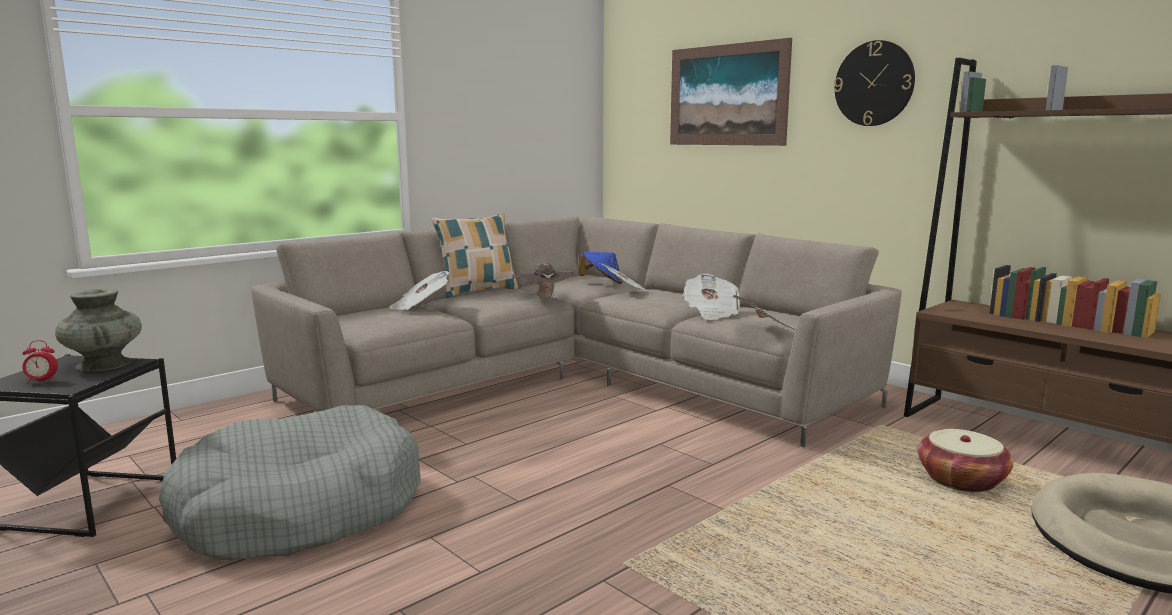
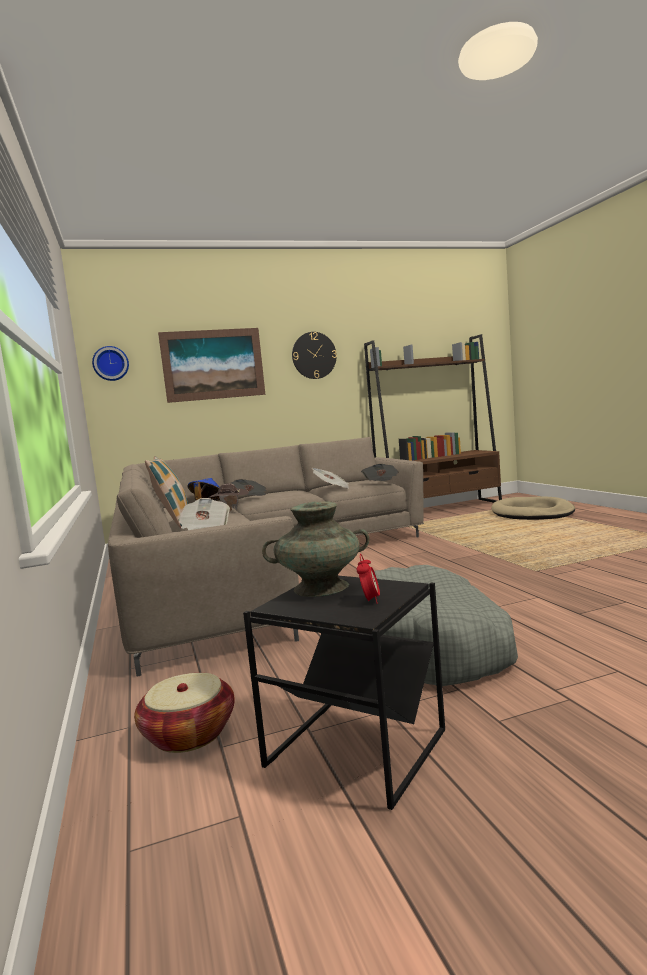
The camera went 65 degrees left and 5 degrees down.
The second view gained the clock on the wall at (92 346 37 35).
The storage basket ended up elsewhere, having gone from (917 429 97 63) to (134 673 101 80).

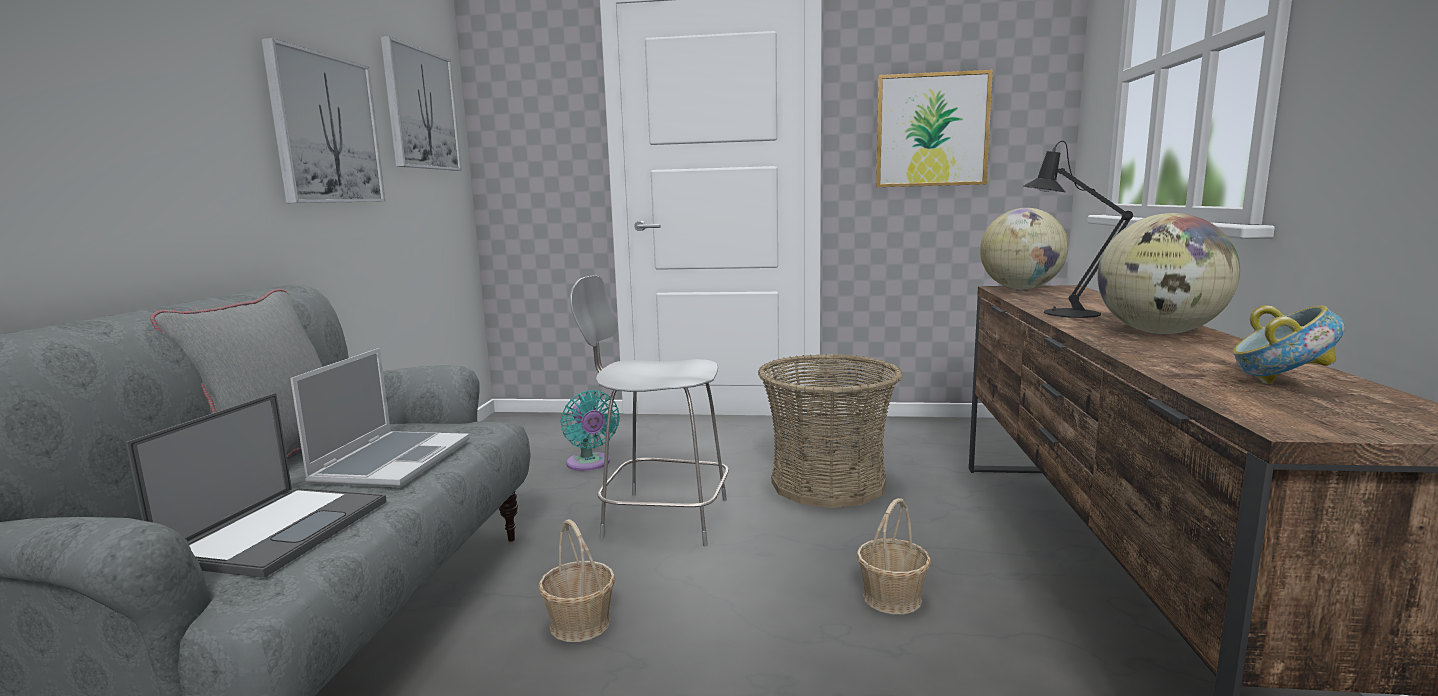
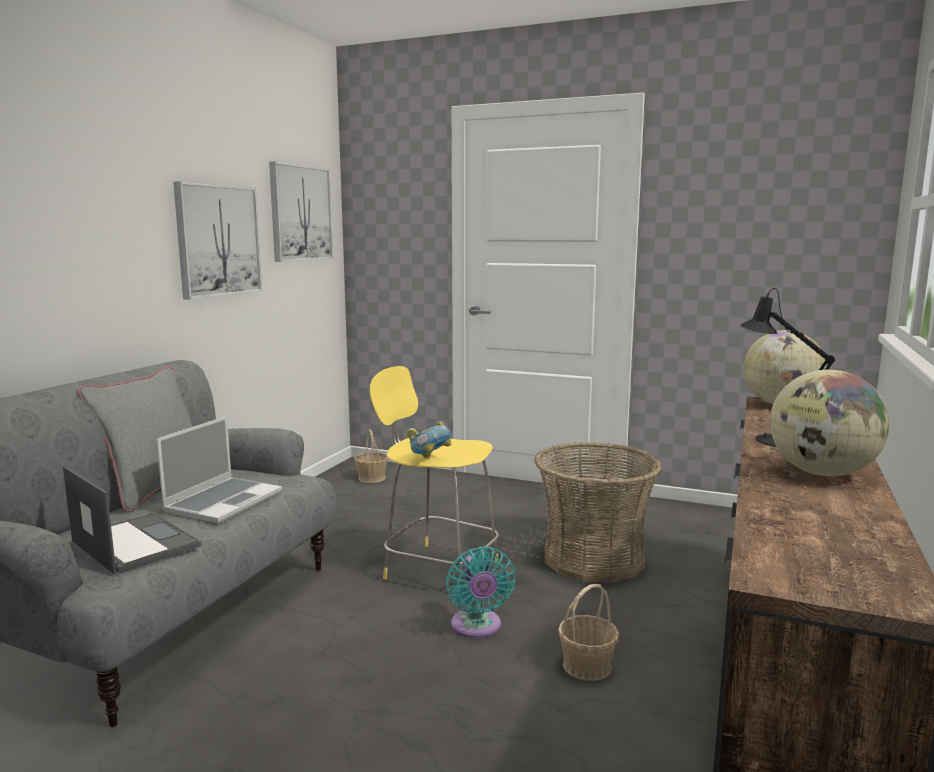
The camera went 15 degrees right and 0 degrees up.
The laptop at (125 393 262 185) ended up facing another way, 75 degrees counterclockwise from before.
The storage basket ended up elsewhere, having gone from (539 519 76 123) to (354 430 34 53).
What was the gray stool seat at (570 276 159 270) turned into the yellow-coloured stool seat at (369 366 130 217).
The deep dish ended up elsewhere, having gone from (1233 305 112 79) to (407 422 44 36).
The blue-green fan ended up elsewhere, having gone from (560 390 60 81) to (446 546 70 92).
The second view lost the picture at (876 70 117 117).

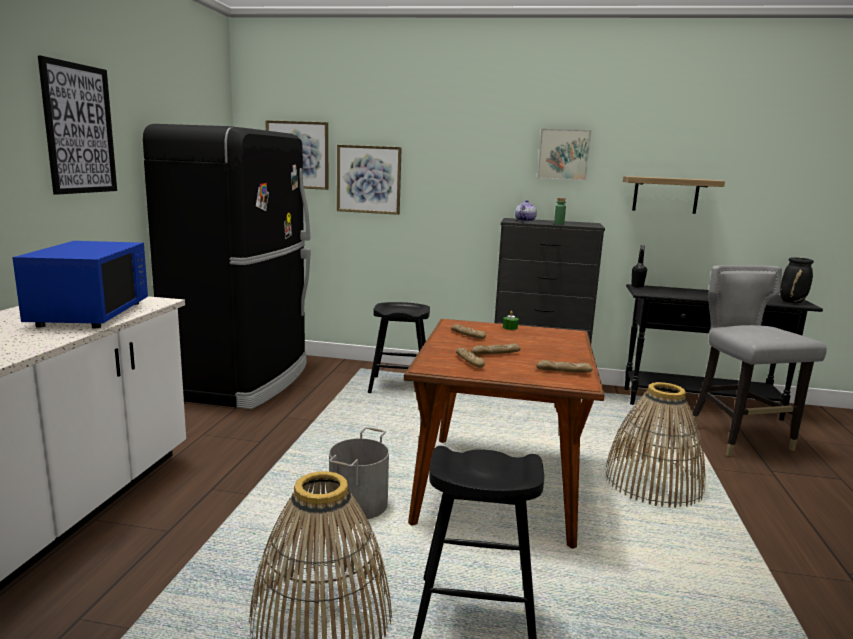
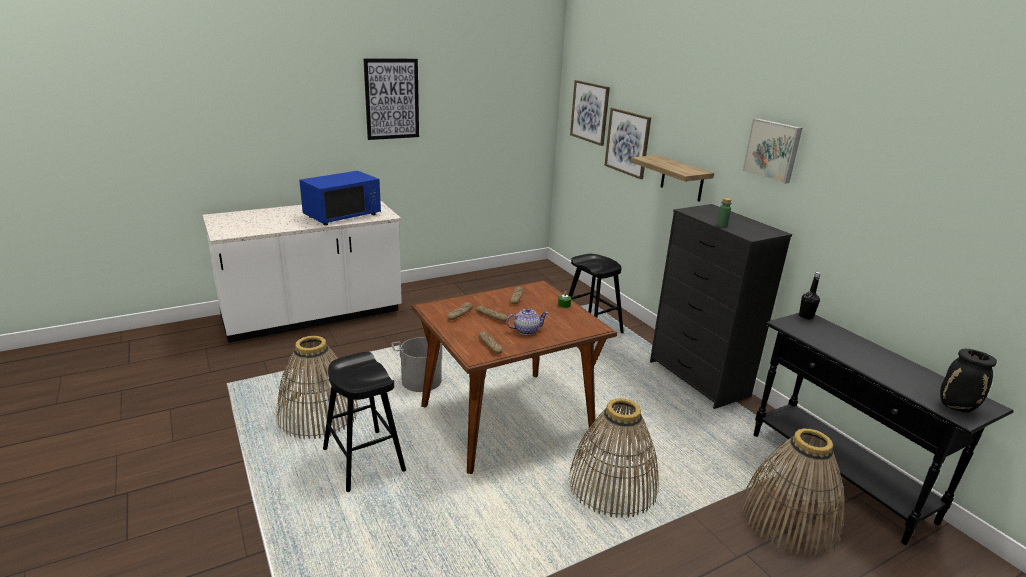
The camera went 50 degrees right and 10 degrees up.
The pot for tea ended up elsewhere, having gone from (515 200 22 22) to (506 308 42 27).
The bracket shelf ended up elsewhere, having gone from (623 176 102 38) to (631 155 83 47).
Where the gray plain chair stood at (688 265 139 191), the storage basket came to stand at (741 428 104 128).
The second view lost the black refrigerator at (143 124 168 285).

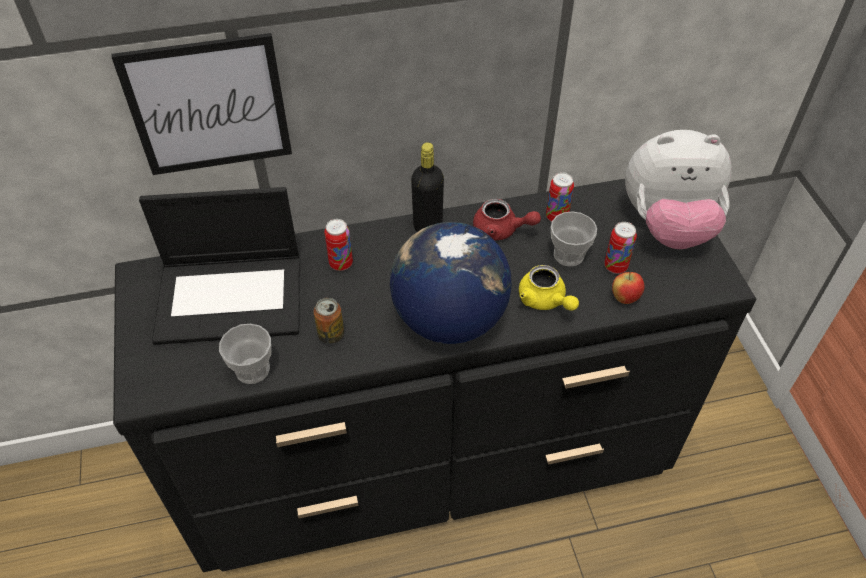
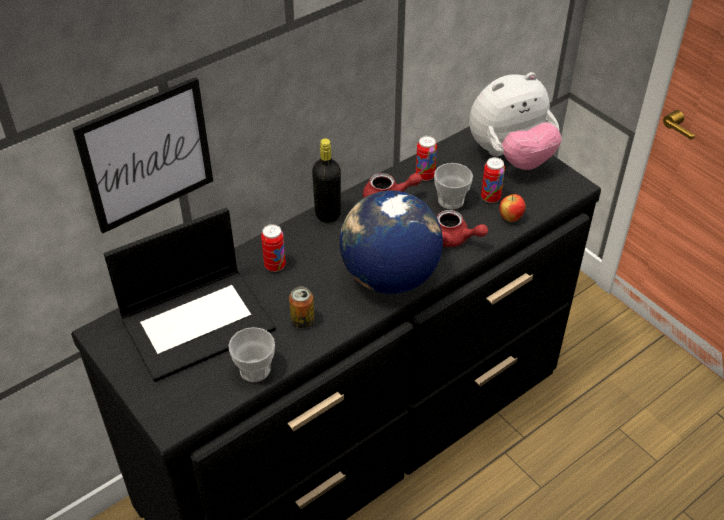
The camera went 25 degrees left and 5 degrees down.
What was the yellow-coloured pot for tea at (519 265 60 46) turned into the reddish pot for tea at (437 210 51 37).

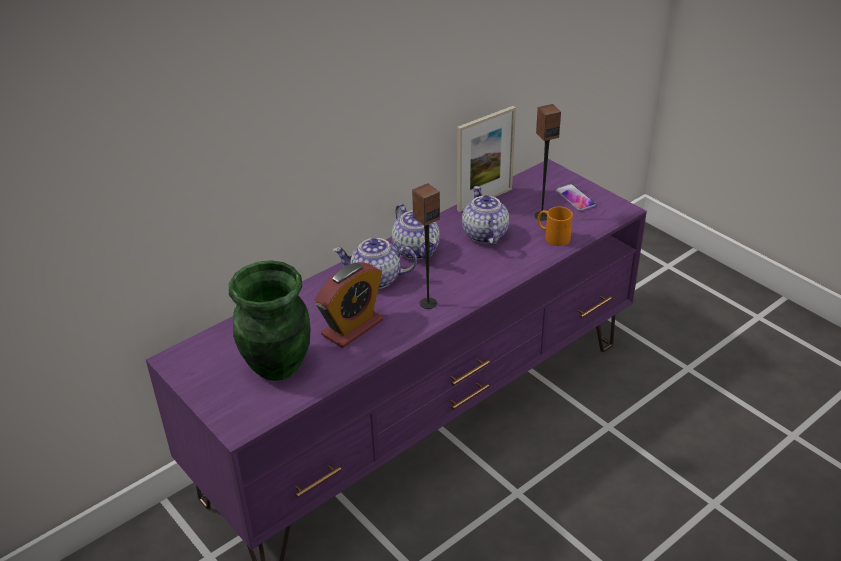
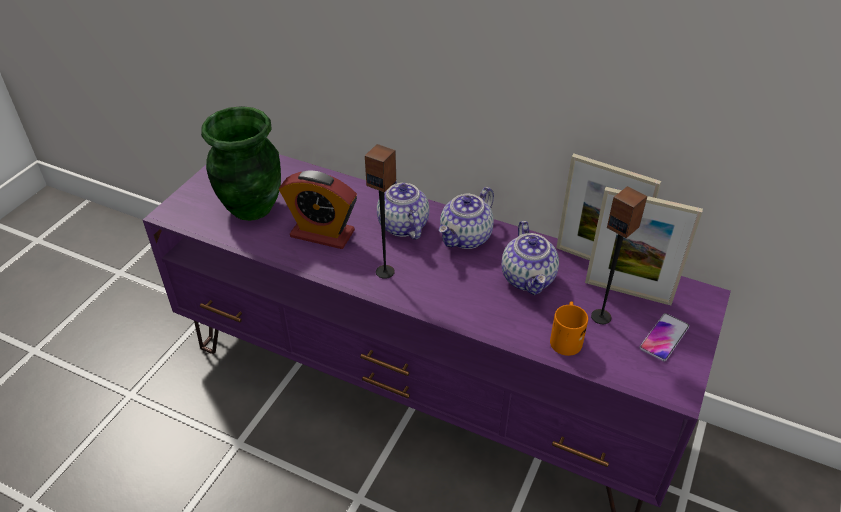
The camera went 65 degrees right and 5 degrees up.
The pot for tea at (462 186 47 59) ended up facing another way, 120 degrees clockwise from before.
The second view gained the standing frame at (585 187 118 118).

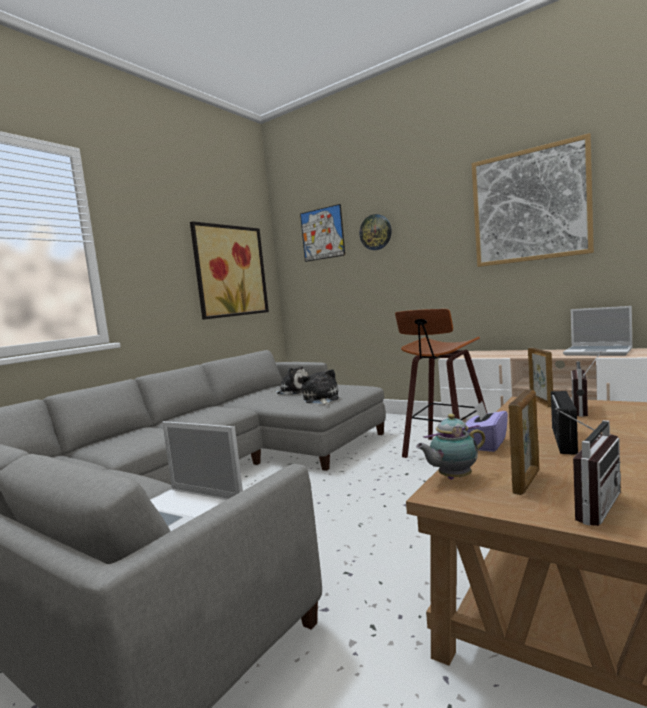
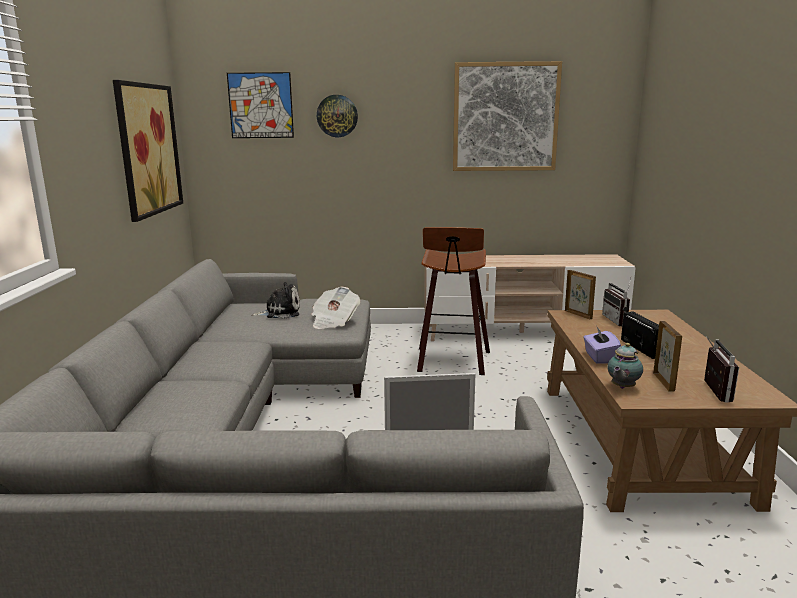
The camera went 35 degrees left and 10 degrees up.
Where the plush toy stood at (301 369 38 36), the daily paper came to stand at (311 287 49 42).
The second view lost the laptop at (563 306 70 50).

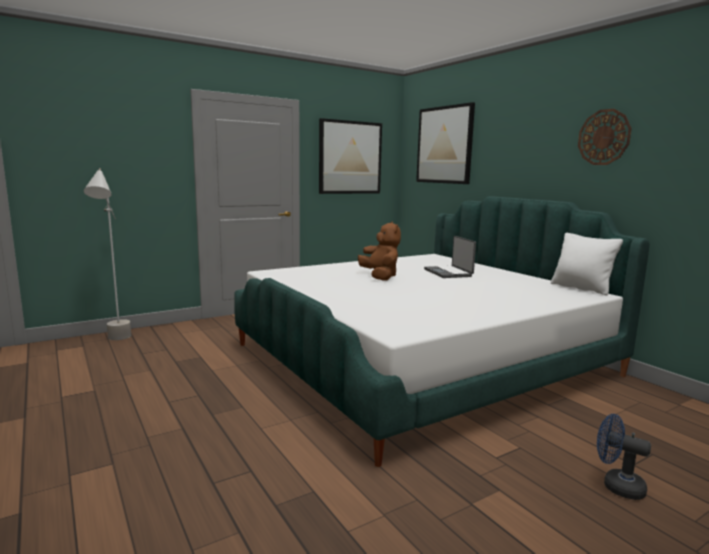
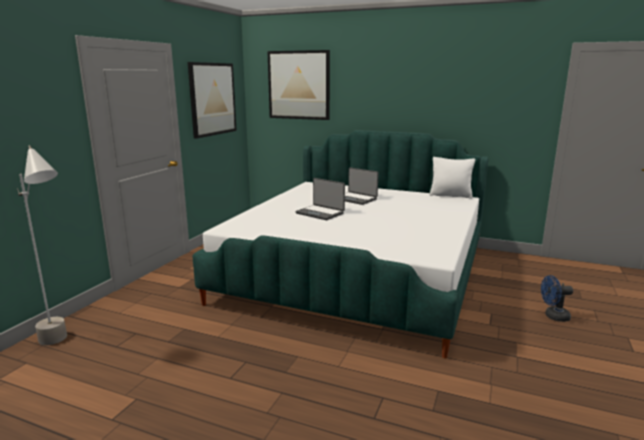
The camera went 35 degrees left and 5 degrees up.
Where the brown-coloured plush toy stood at (358 221 43 60), the laptop came to stand at (296 178 49 42).
The second view lost the clock on the wall at (578 109 54 56).

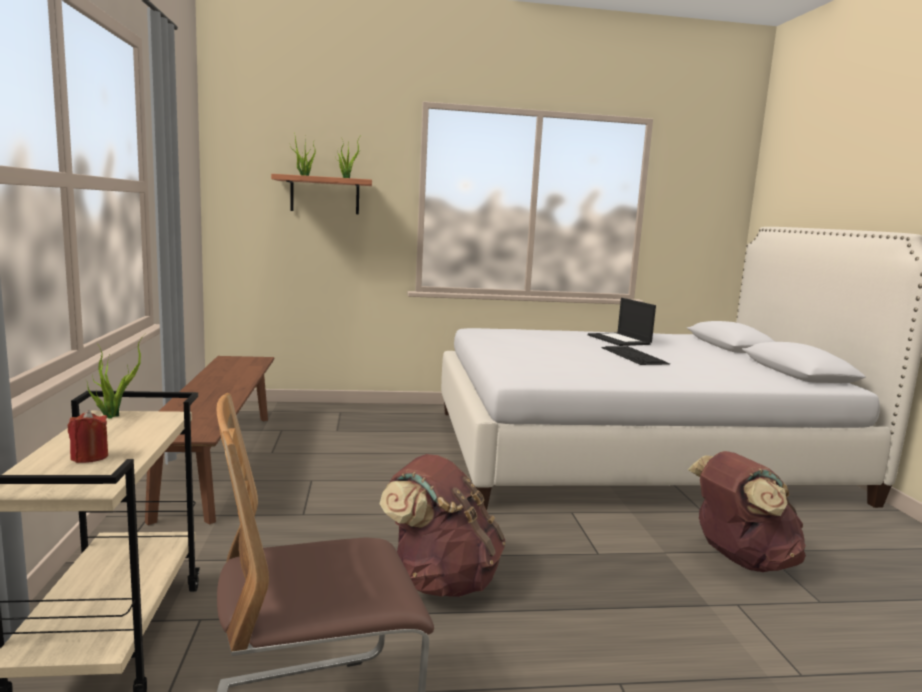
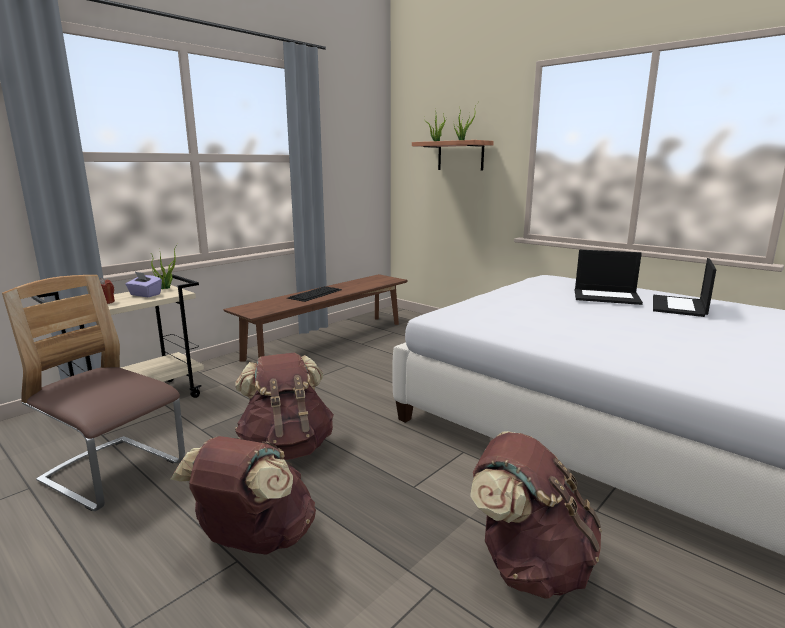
The camera went 50 degrees right and 5 degrees up.
The second view gained the purplish tissue holder at (125 272 37 25).
The second view gained the brown-coloured backpack at (171 436 145 119).
The PC keyboard ended up elsewhere, having gone from (601 346 69 19) to (287 286 55 16).
The second view gained the laptop at (575 250 68 55).

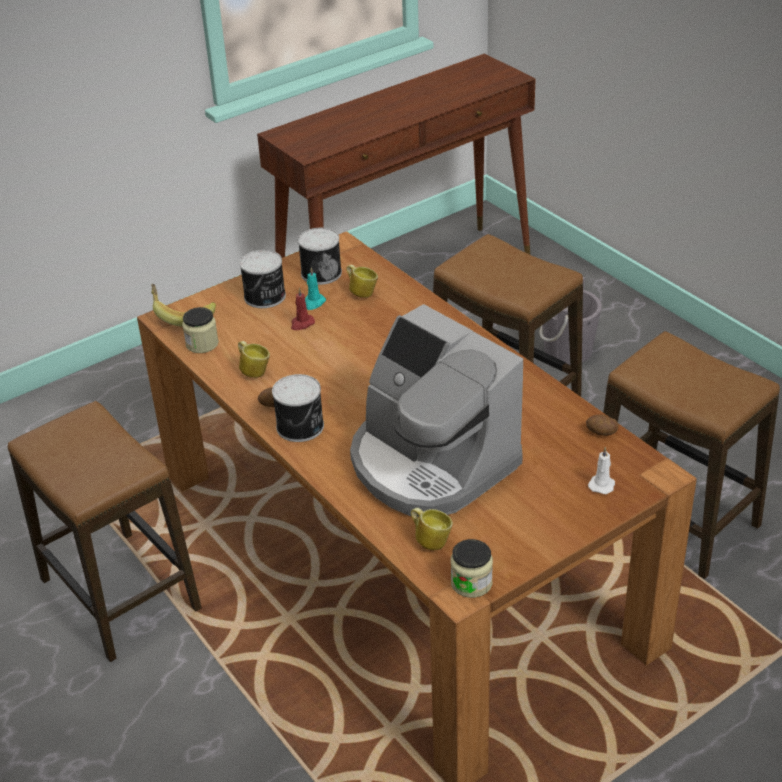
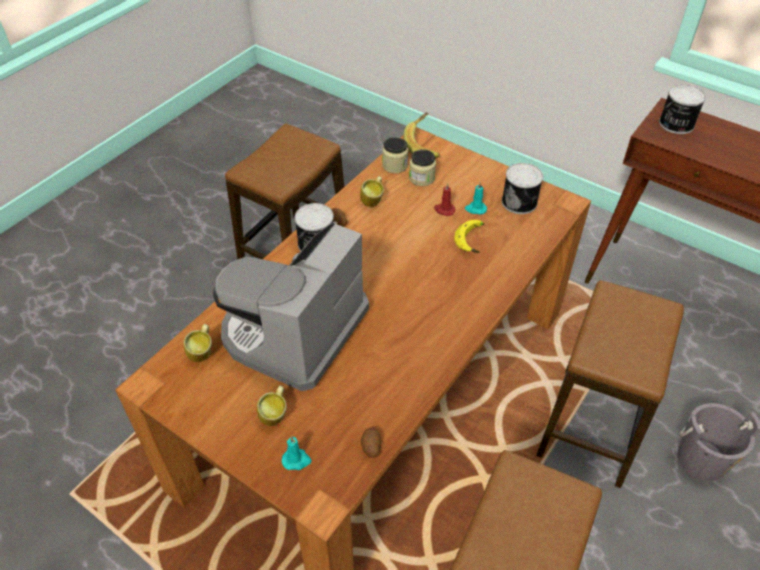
The camera went 70 degrees right and 10 degrees up.
The coffee mug ended up elsewhere, having gone from (347 265 31 33) to (257 385 30 41).
What was the white-coloured wax light at (588 447 27 47) turned into the blue-green wax light at (282 436 30 34).
The preserve jar ended up elsewhere, having gone from (451 539 42 59) to (409 149 27 37).
The second view gained the banana fruit at (454 220 30 33).
The metal can ended up elsewhere, having gone from (240 250 46 58) to (659 84 47 50).

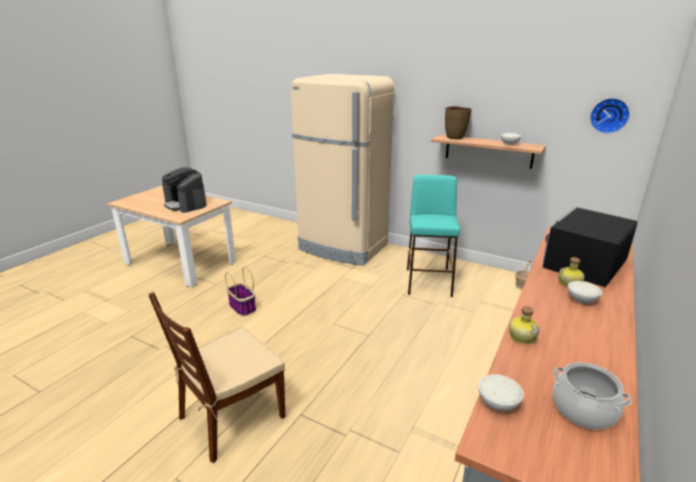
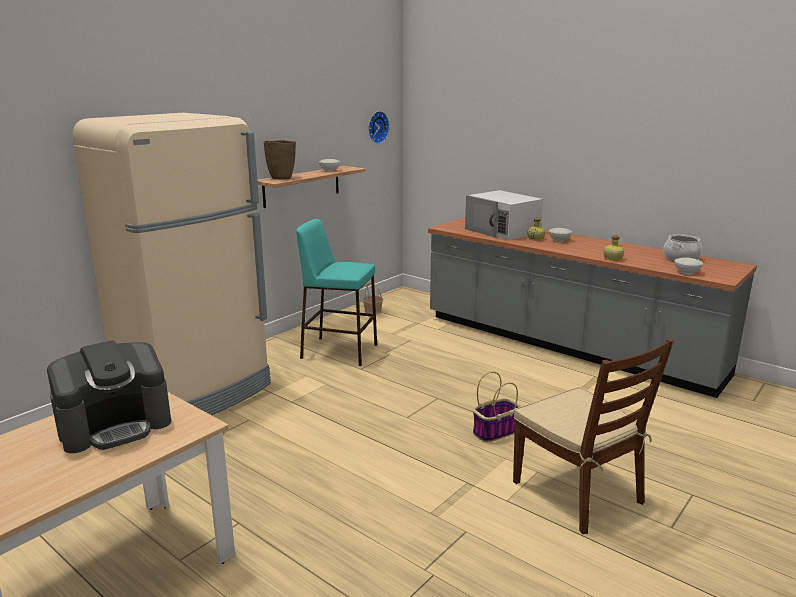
The camera went 80 degrees left and 5 degrees down.
What was the black microwave at (543 207 95 80) turned into the white-coloured microwave at (465 190 78 50).
The storage basket ended up elsewhere, having gone from (225 267 31 49) to (473 372 48 70).

